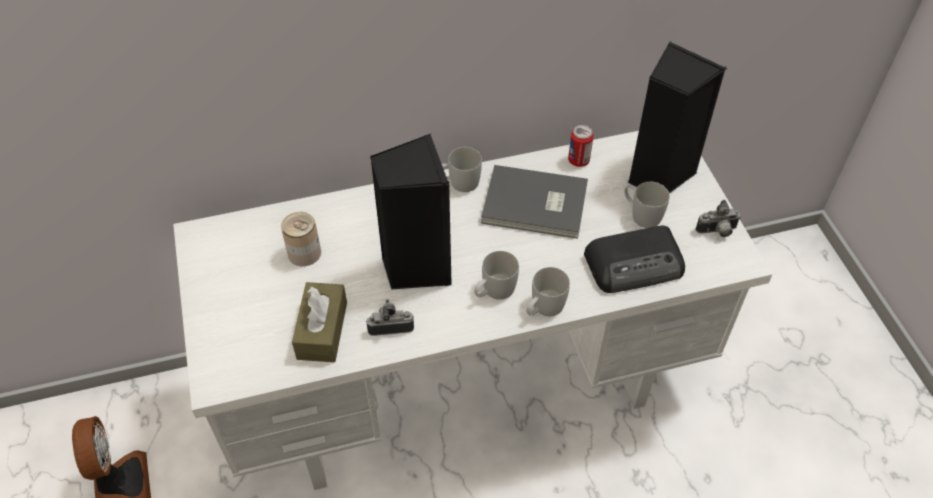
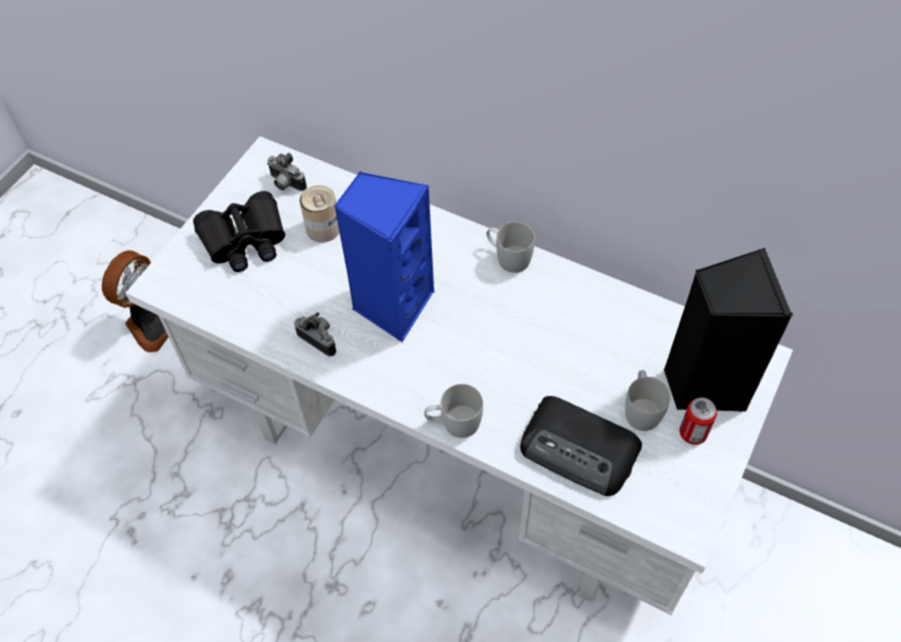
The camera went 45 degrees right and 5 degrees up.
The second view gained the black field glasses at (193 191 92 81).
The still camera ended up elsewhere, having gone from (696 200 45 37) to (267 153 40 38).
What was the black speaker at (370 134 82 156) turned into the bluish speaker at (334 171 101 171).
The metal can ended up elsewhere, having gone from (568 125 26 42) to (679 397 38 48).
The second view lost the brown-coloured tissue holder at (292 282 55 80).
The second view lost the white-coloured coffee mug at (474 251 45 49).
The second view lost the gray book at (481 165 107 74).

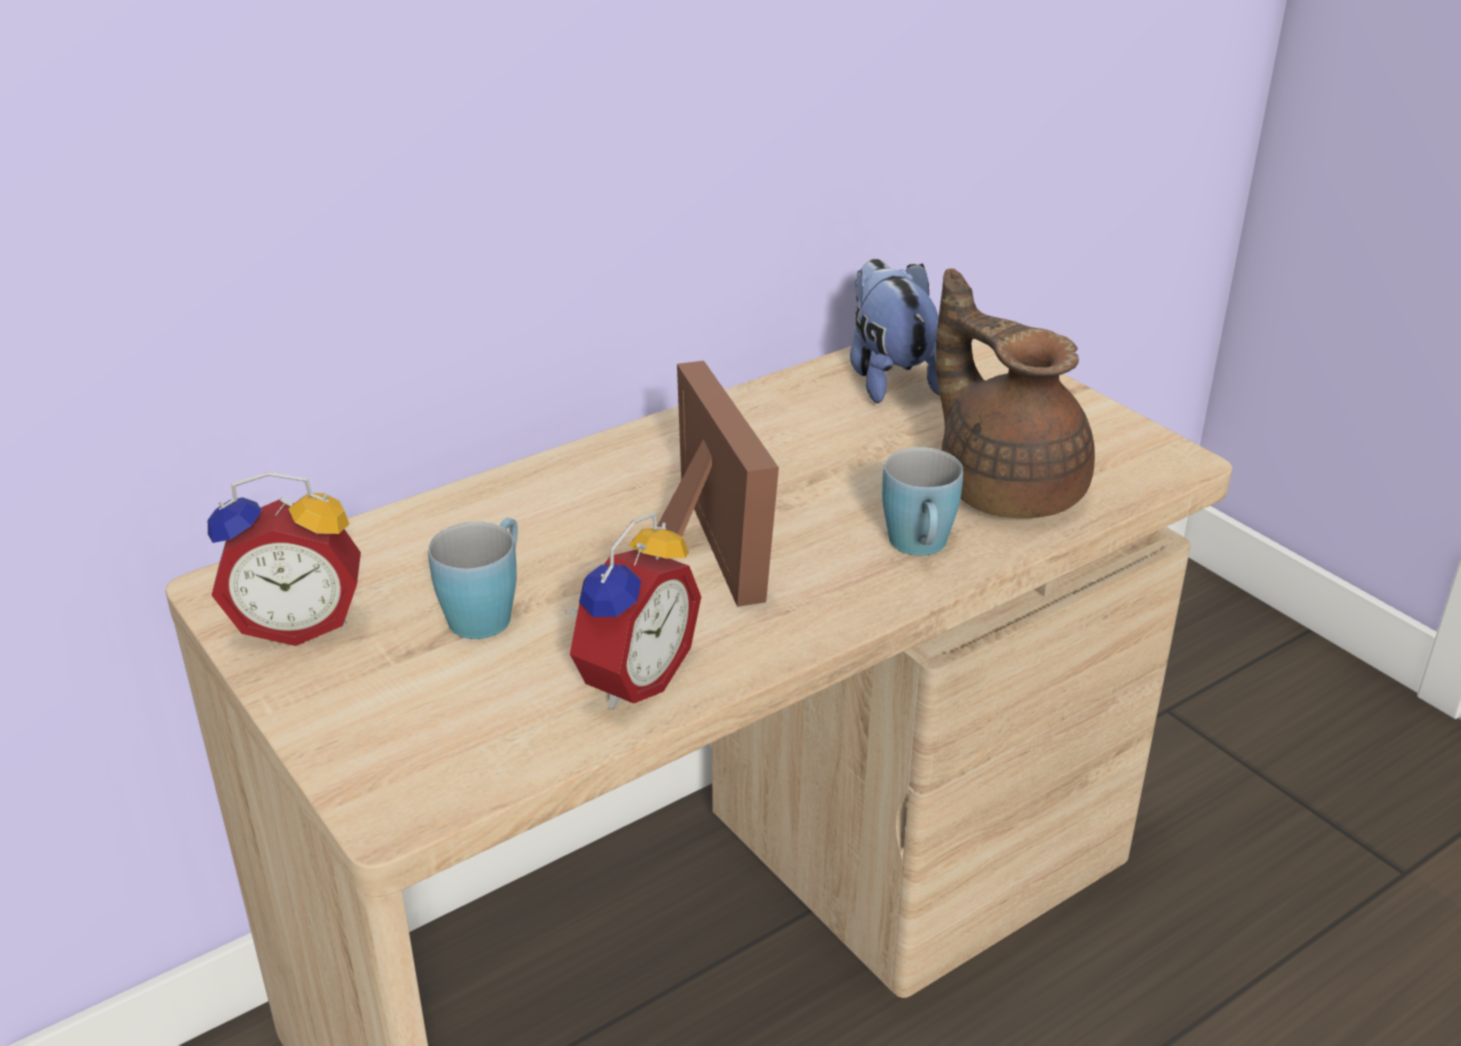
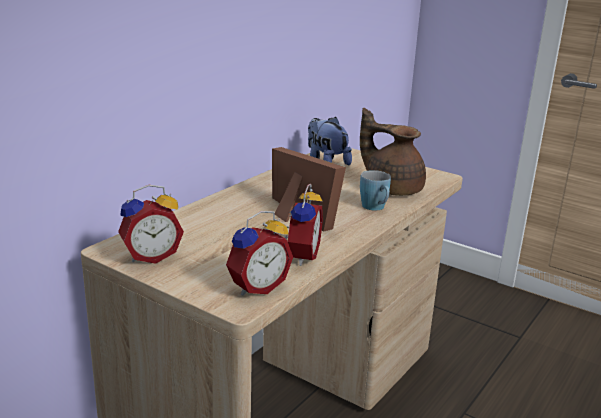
The camera went 20 degrees left and 10 degrees down.
The second view gained the table clock at (226 211 67 85).
The second view lost the bluish coffee mug at (428 518 90 121).

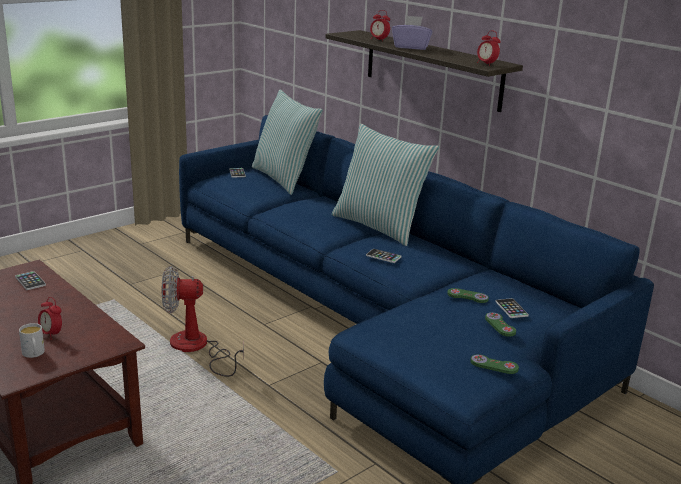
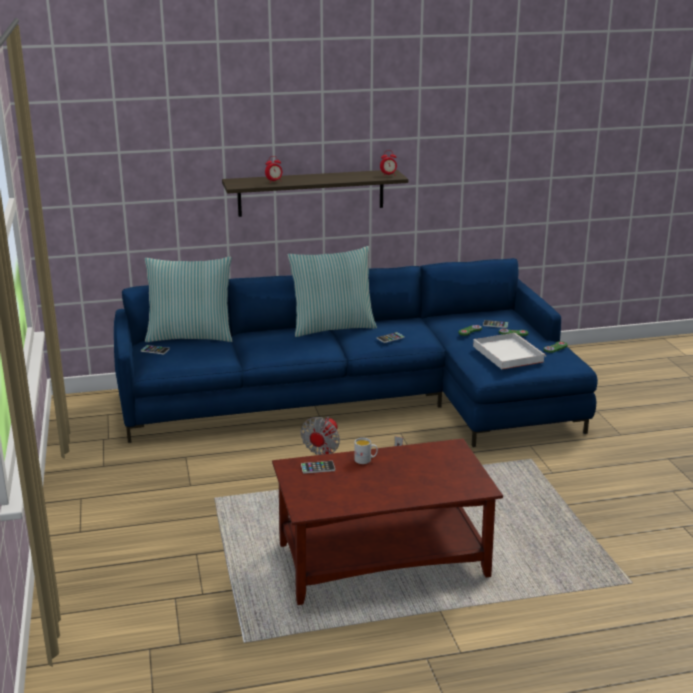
The camera went 60 degrees left and 0 degrees up.
The white-coloured coffee mug ended up elsewhere, having gone from (19 323 26 35) to (354 438 24 26).
The second view gained the white-coloured tray at (473 333 73 36).
The second view lost the table clock at (38 297 24 43).
The second view lost the purplish tissue holder at (392 15 41 35).

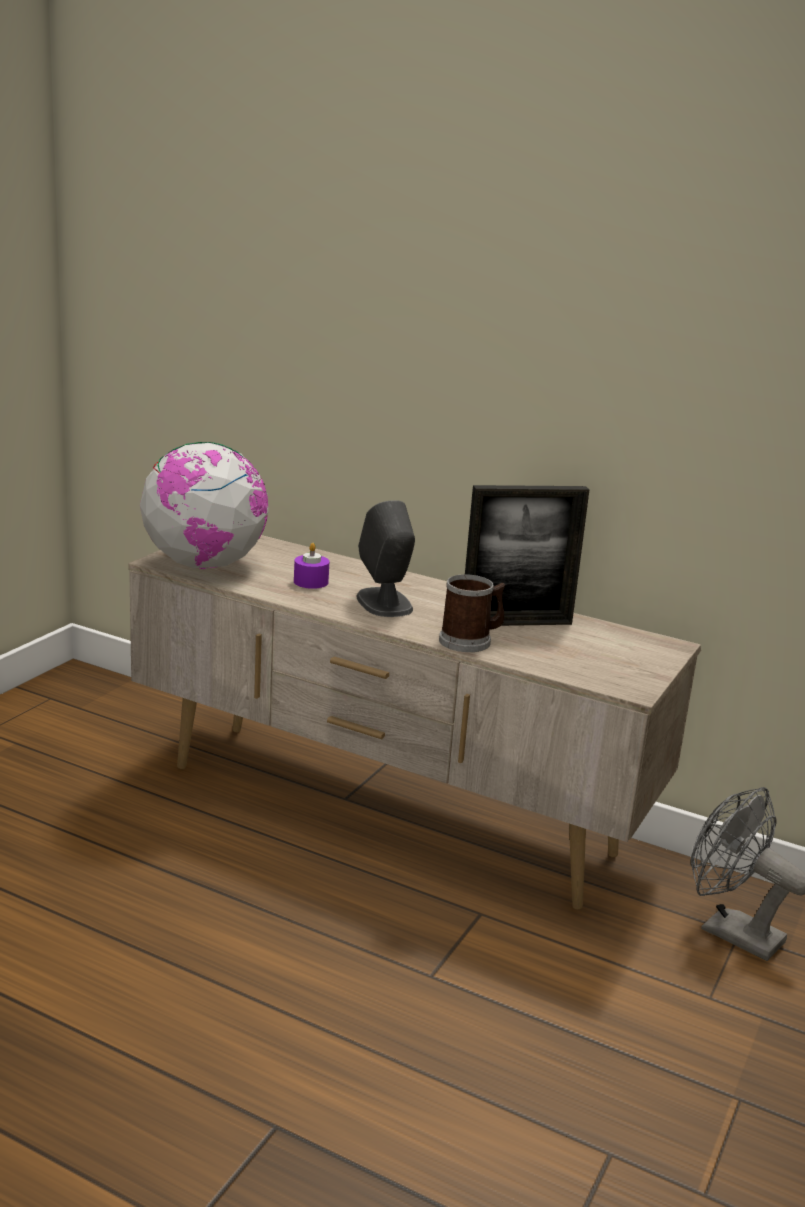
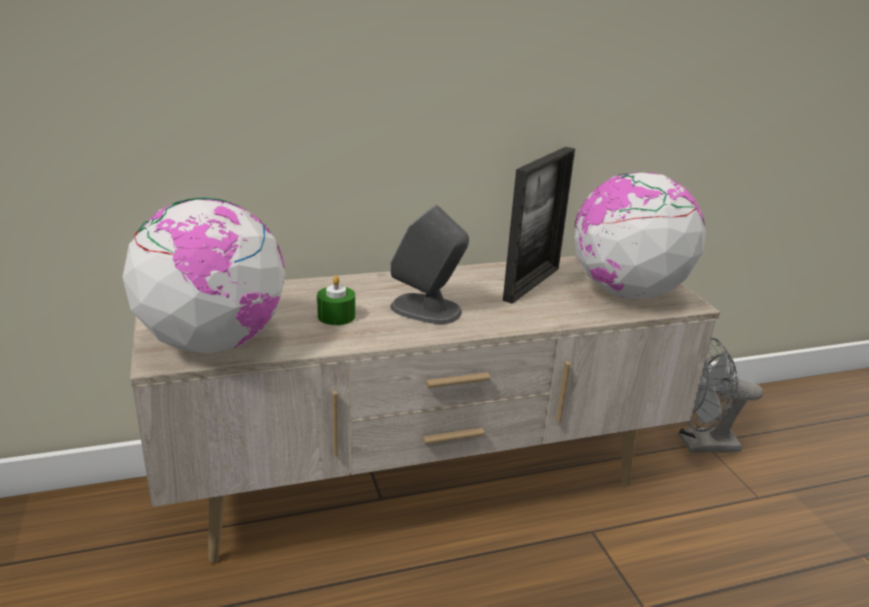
The camera went 45 degrees left and 5 degrees up.
What was the purplish wax light at (294 543 35 46) turned into the greenish wax light at (317 275 38 50).
The second view gained the world globe at (575 171 131 129).
The second view lost the coffee mug at (439 574 66 78).

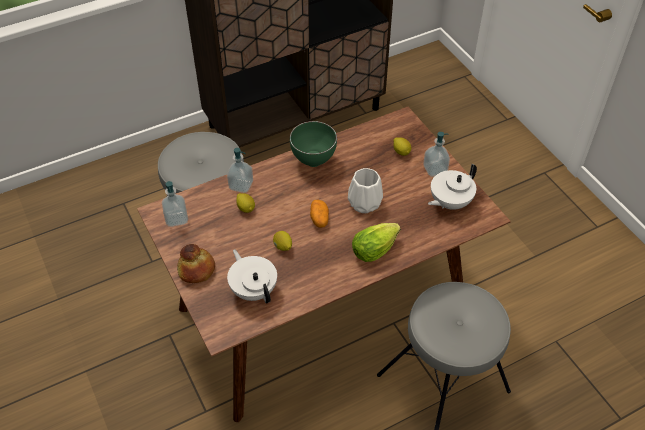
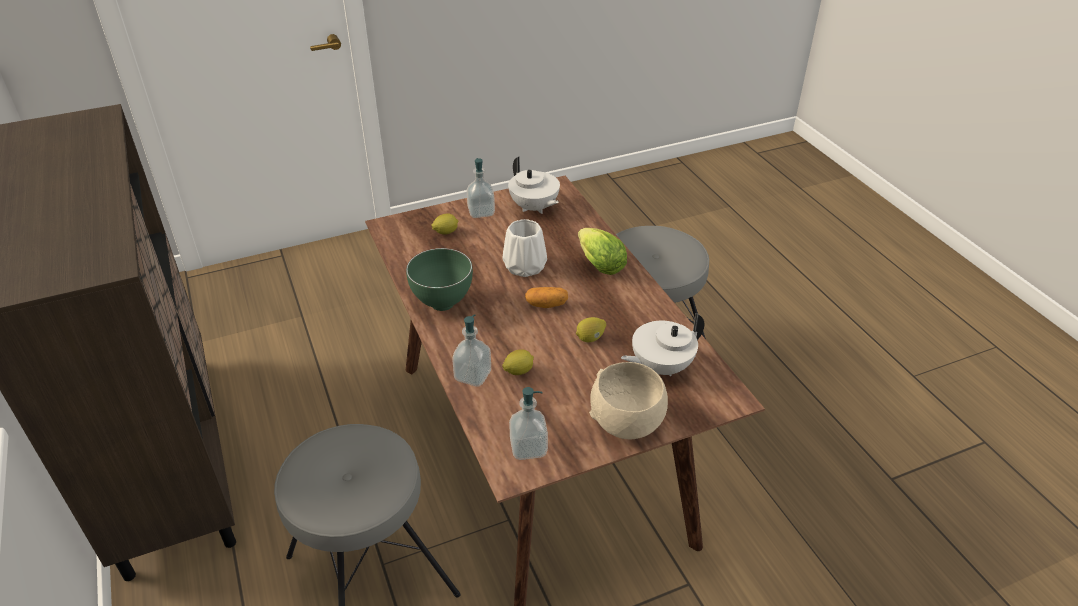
The camera went 85 degrees left and 10 degrees down.
Where the bakery bread stood at (177 244 38 39), the beige deep dish came to stand at (589 362 79 78).

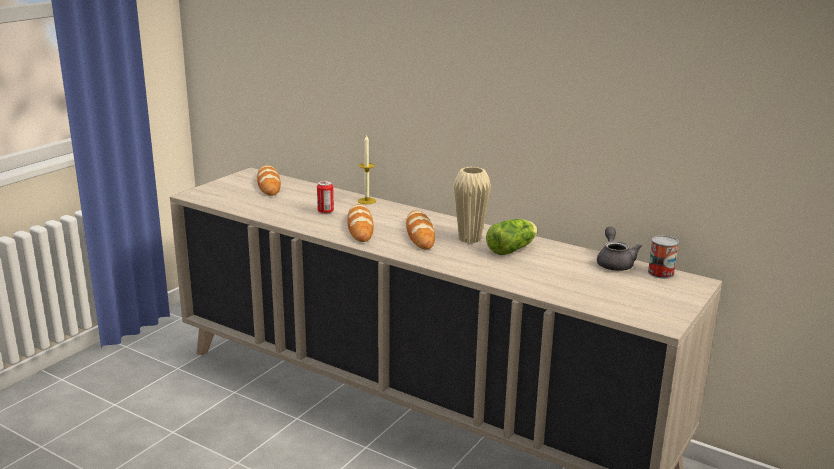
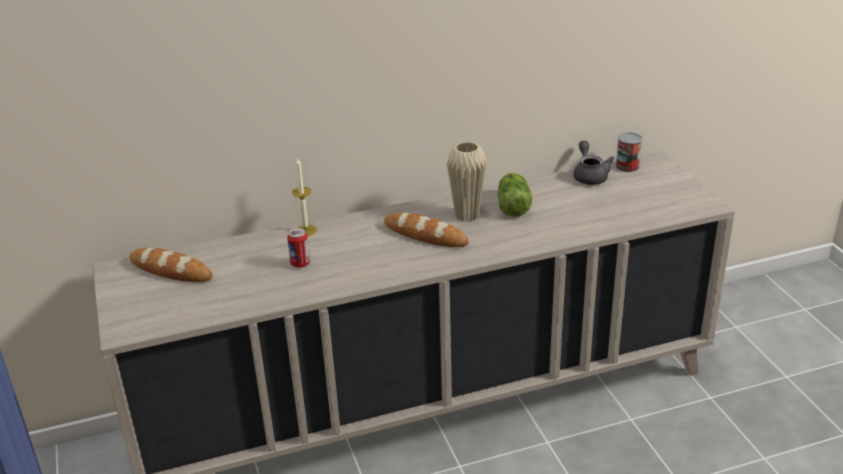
The camera went 50 degrees left and 10 degrees up.
The gray pot for tea at (597 227 45 44) ended up facing another way, 45 degrees clockwise from before.
The second view lost the bakery bread at (347 204 27 38).

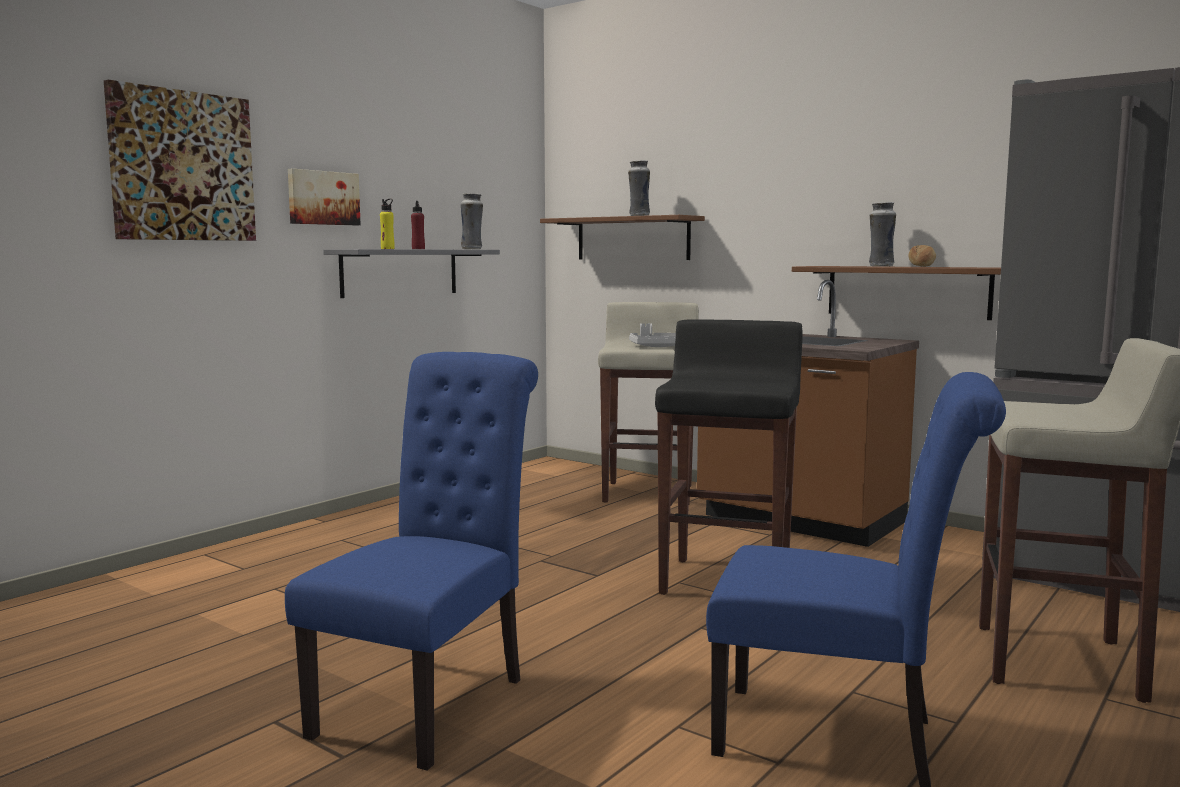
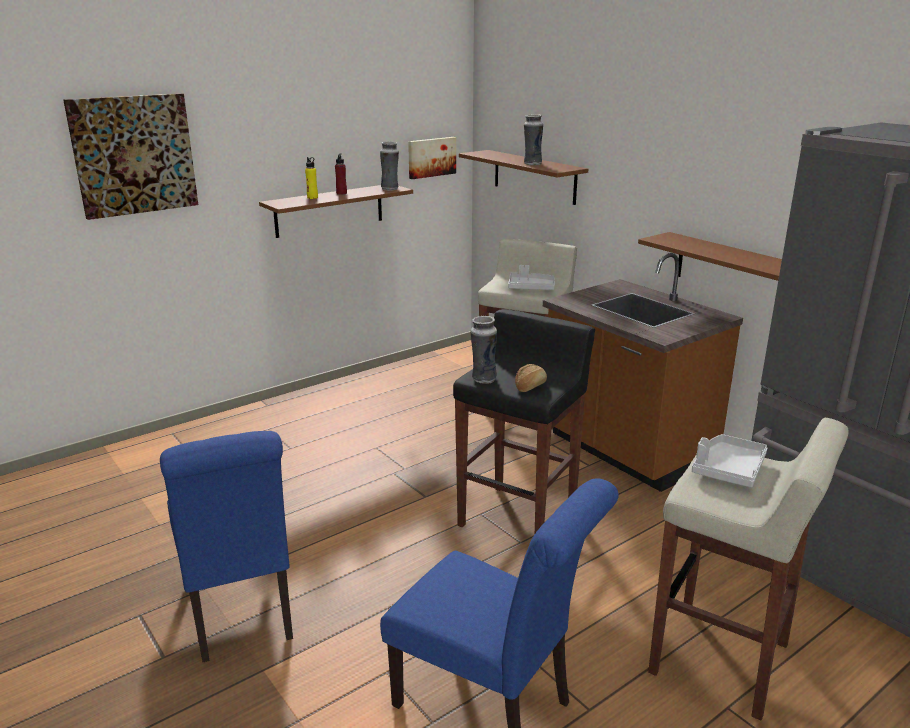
The camera went 15 degrees right and 15 degrees up.
The bluish plain chair at (285 352 253 419) ended up facing another way, 120 degrees clockwise from before.
What was the gray bracket shelf at (323 249 177 49) turned into the brown-coloured bracket shelf at (259 185 154 53).
The picture ended up elsewhere, having gone from (288 168 73 57) to (408 137 48 42).
The vase ended up elsewhere, having gone from (869 202 27 64) to (470 316 27 68).
The bakery bread ended up elsewhere, having gone from (908 245 28 22) to (515 364 32 28).
The second view gained the gray tray at (692 434 76 53).

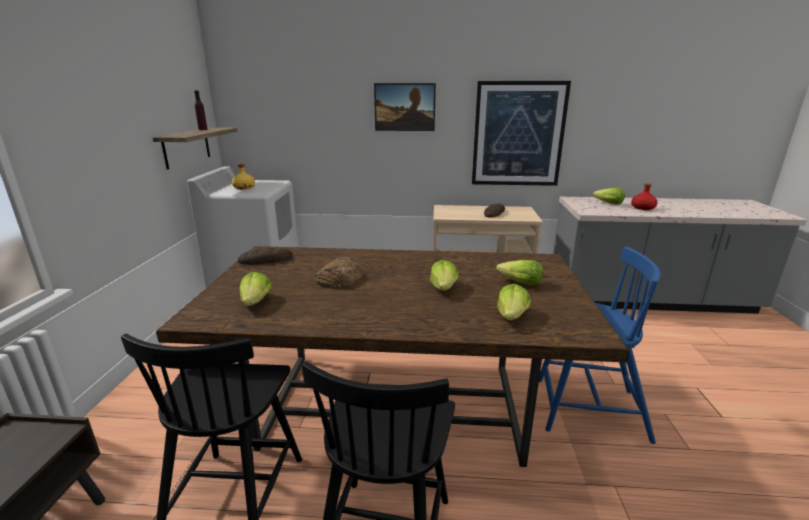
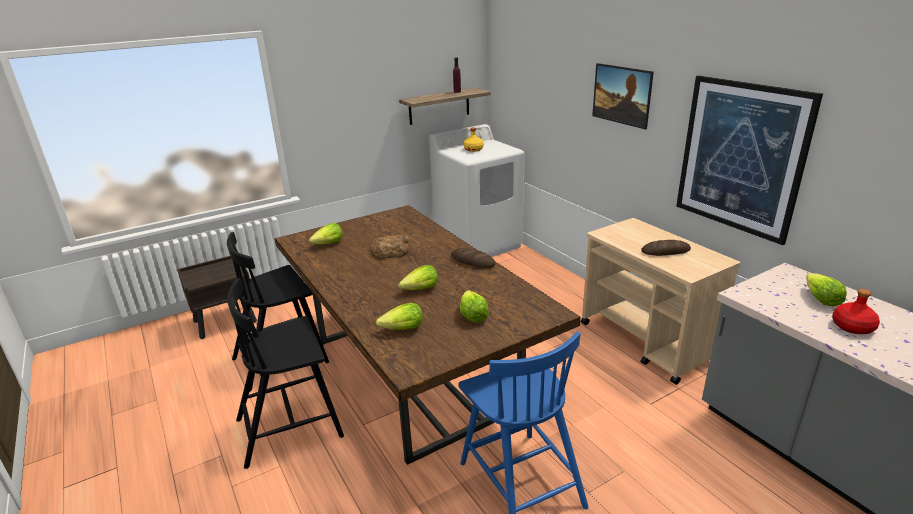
The camera went 55 degrees right and 5 degrees up.
The bakery bread ended up elsewhere, having gone from (238 248 55 17) to (451 248 44 20).

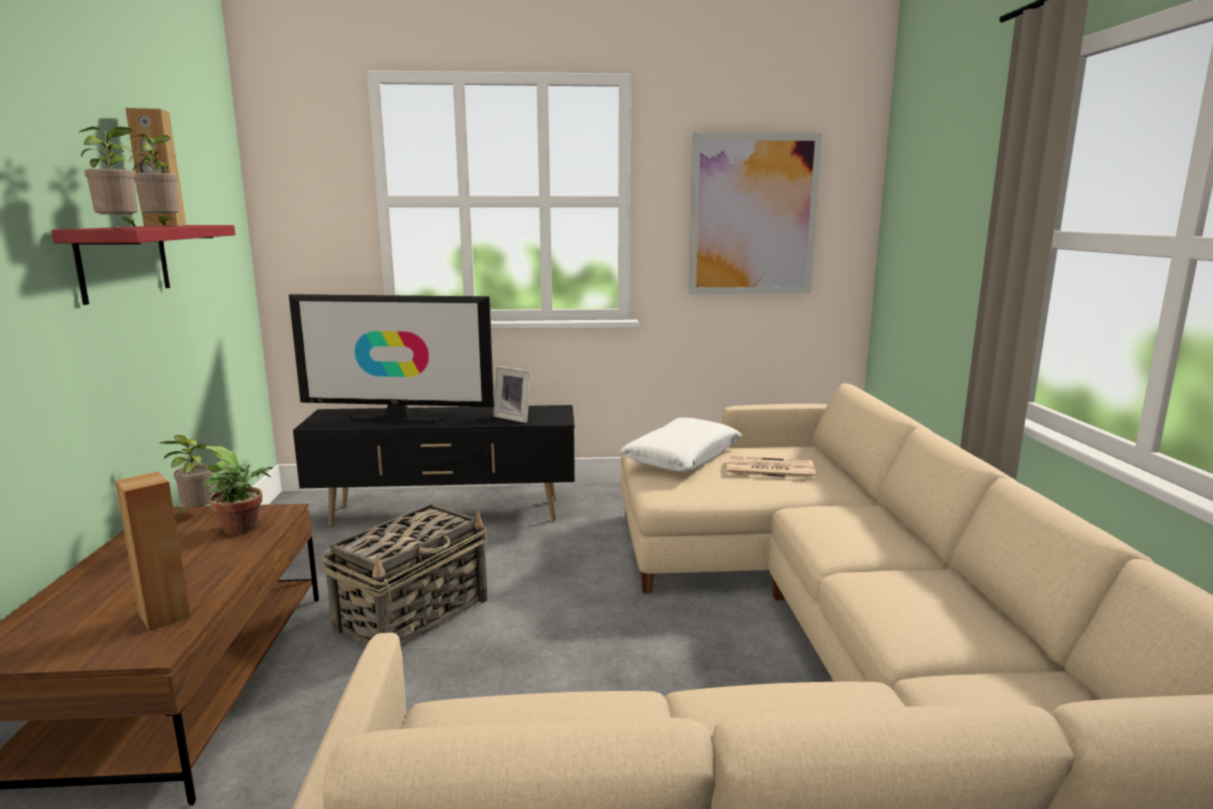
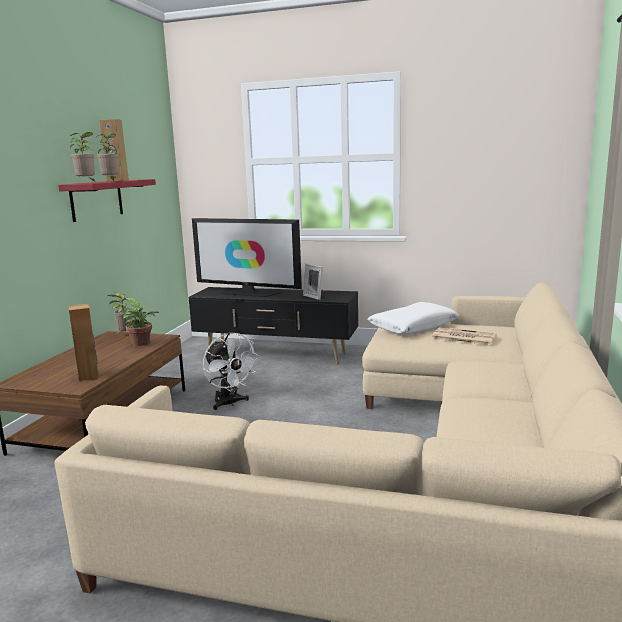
The camera went 20 degrees right and 0 degrees up.
Where the storage basket stood at (322 504 165 143), the white-coloured fan came to stand at (203 333 57 77).
The second view lost the picture at (688 133 134 161).

